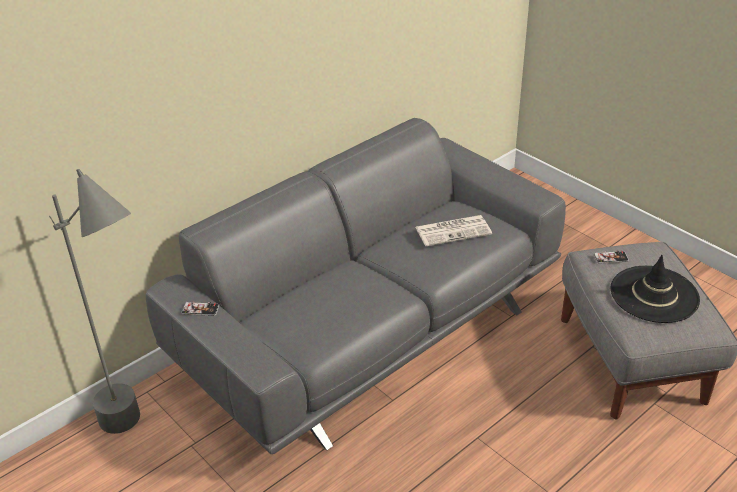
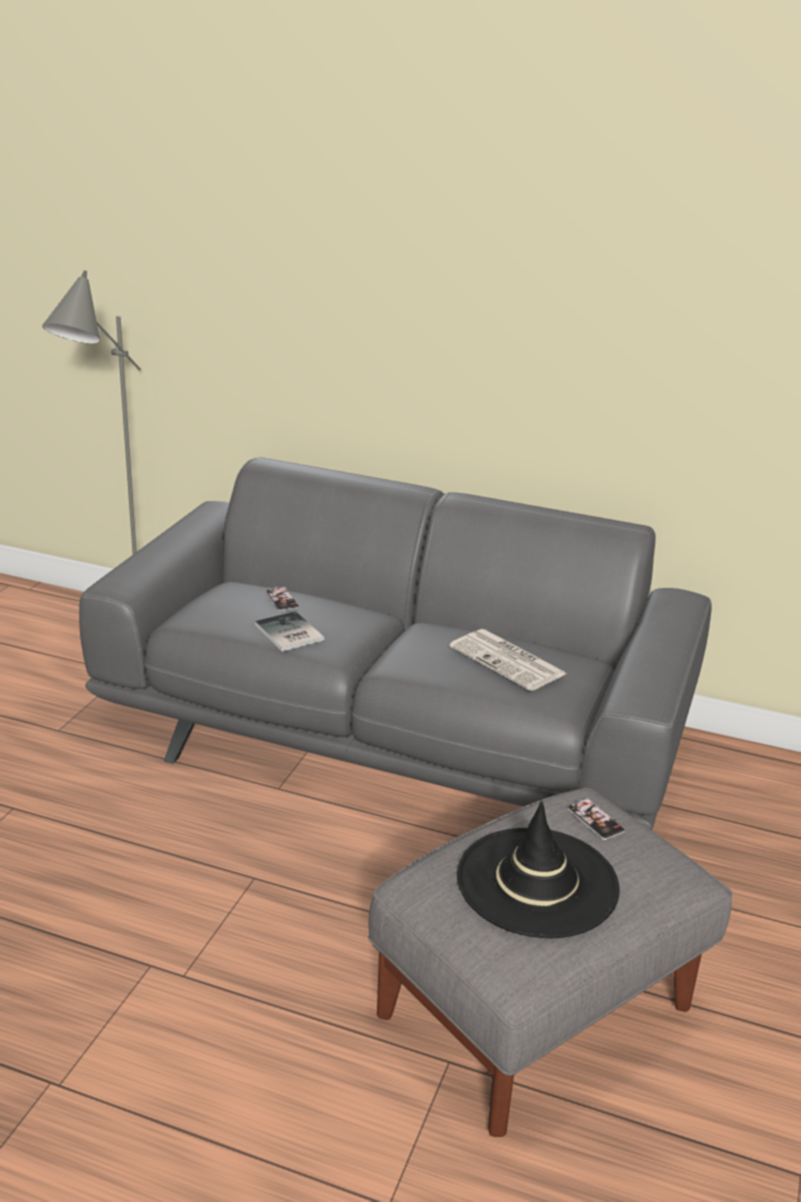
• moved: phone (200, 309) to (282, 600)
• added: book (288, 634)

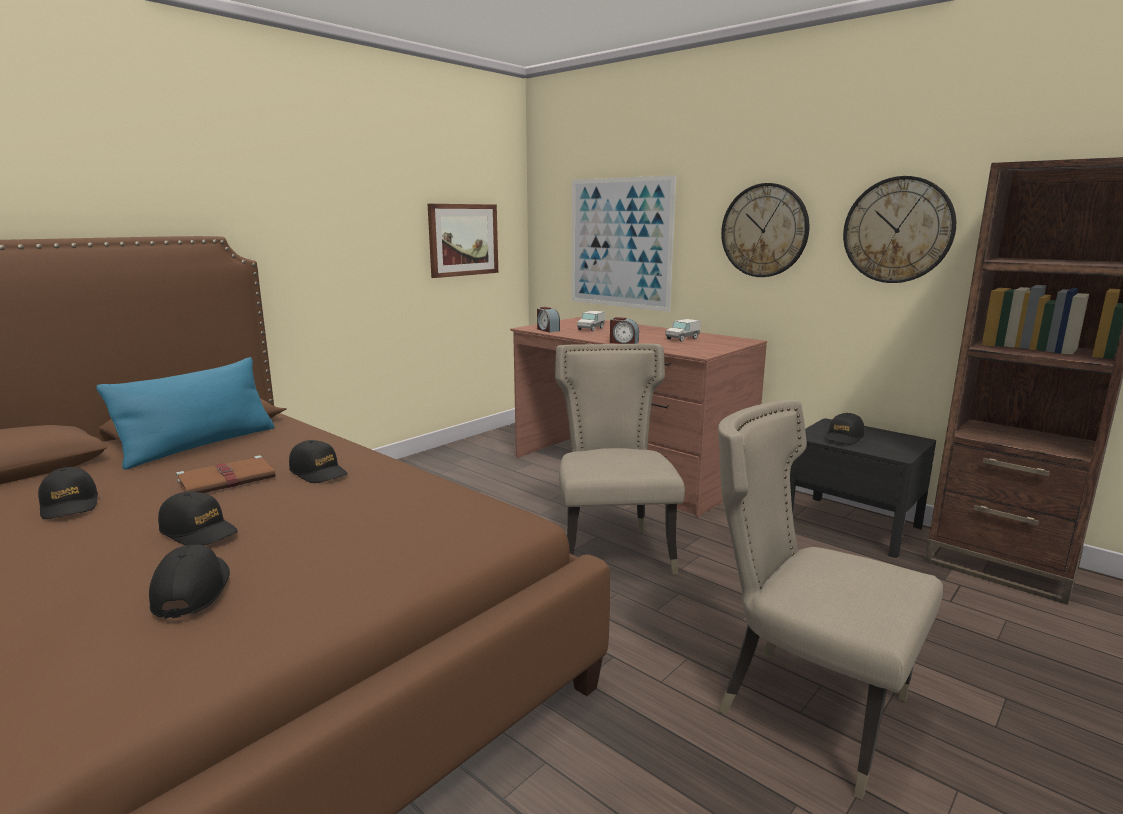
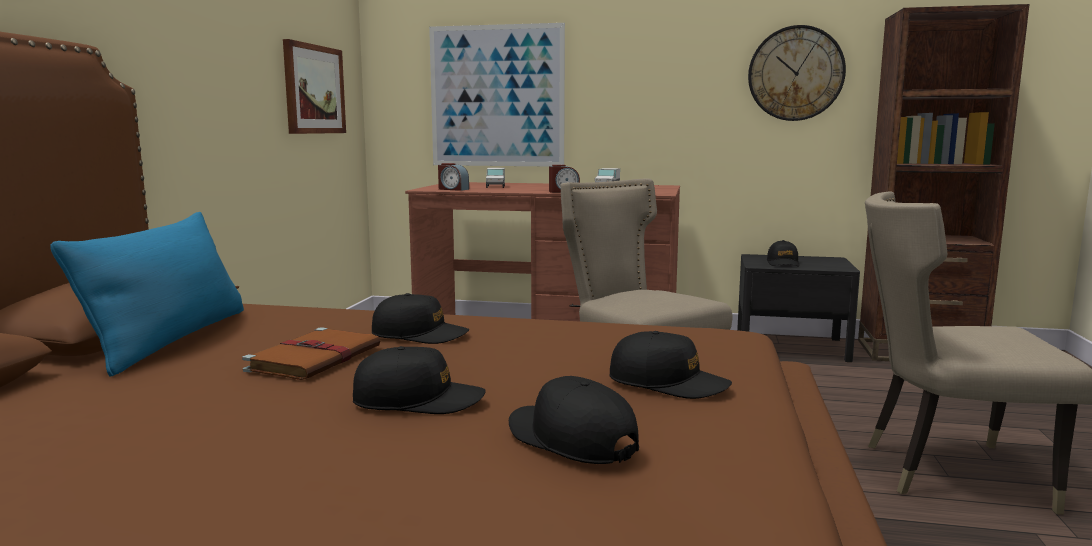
• moved: black cap (70, 505) to (668, 383)
• removed: wall clock (764, 230)

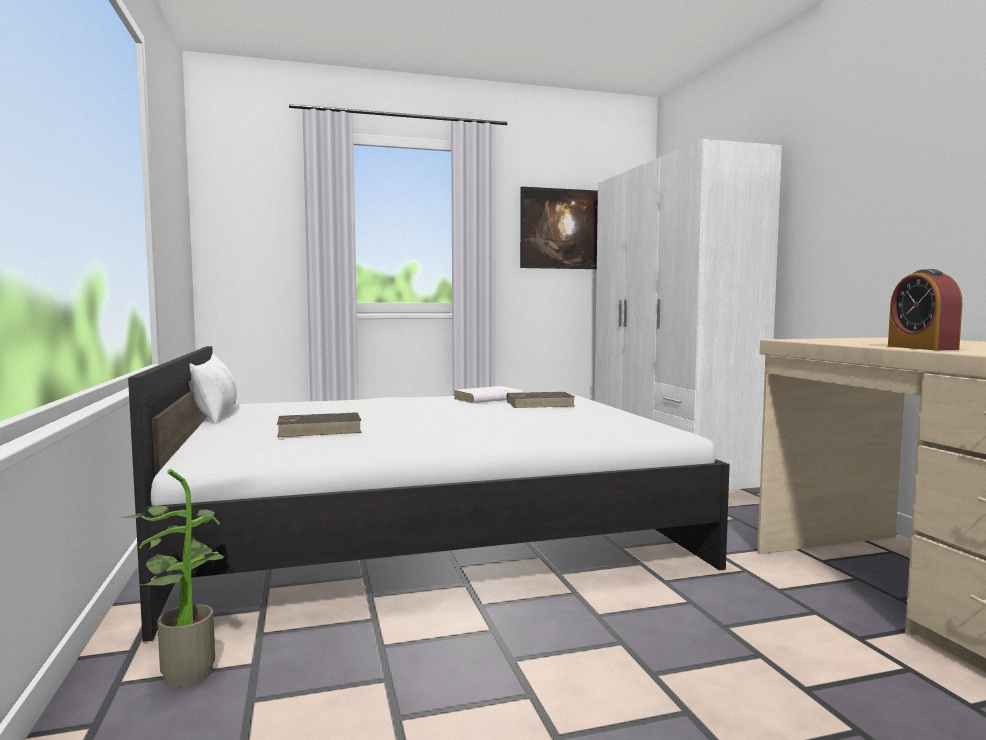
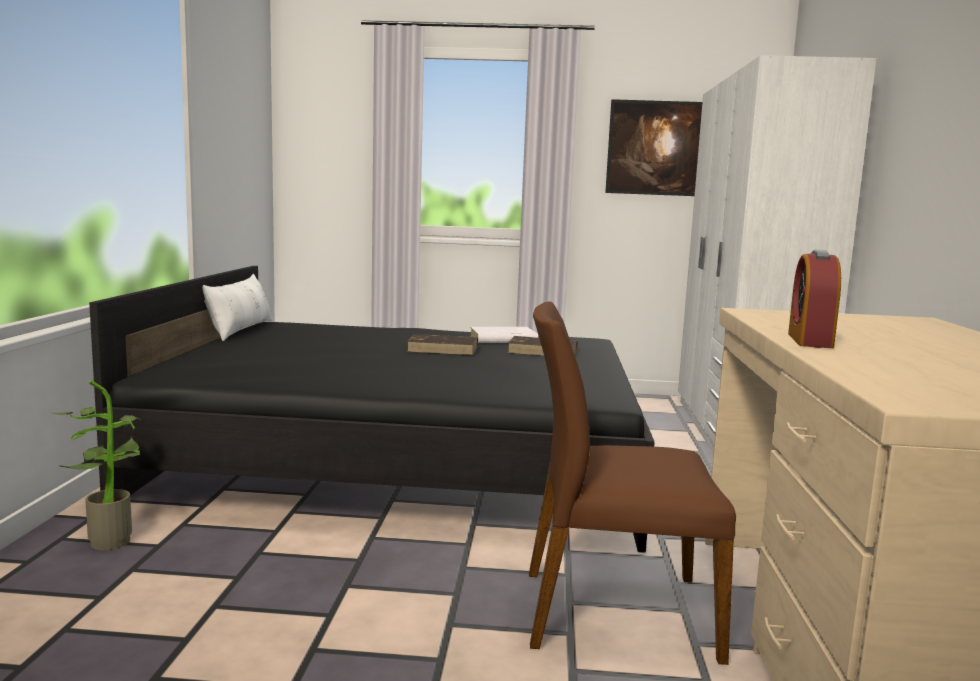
• recoloured: white bed (428, 528) to black bed (404, 462)
• moved: brown book (320, 429) to (443, 349)
• added: brown chair (614, 612)

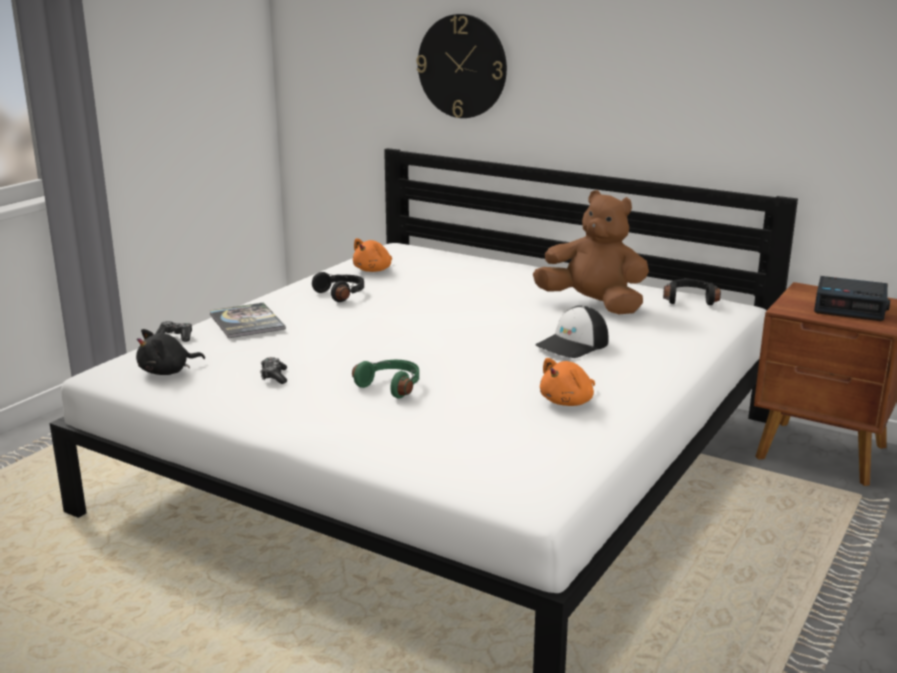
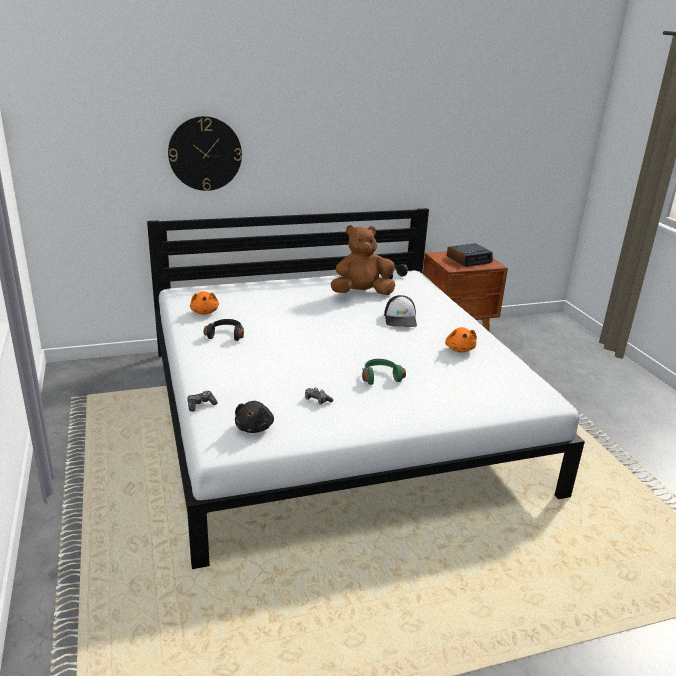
• removed: book (246, 322)

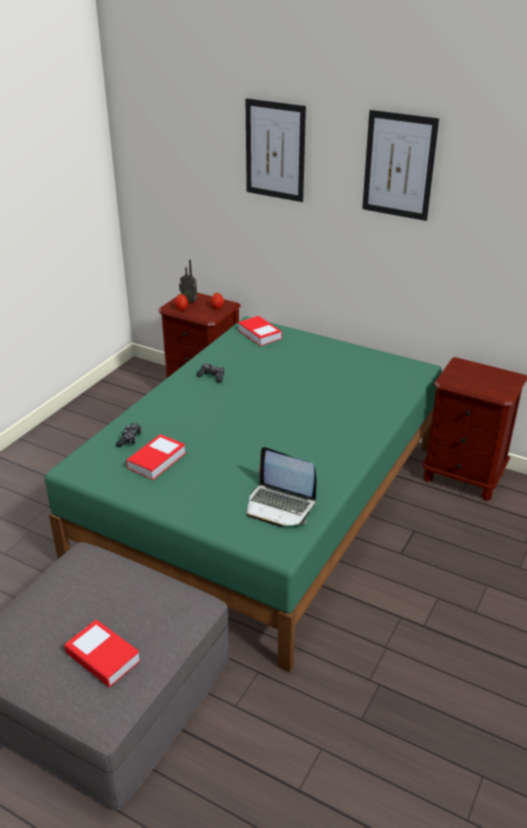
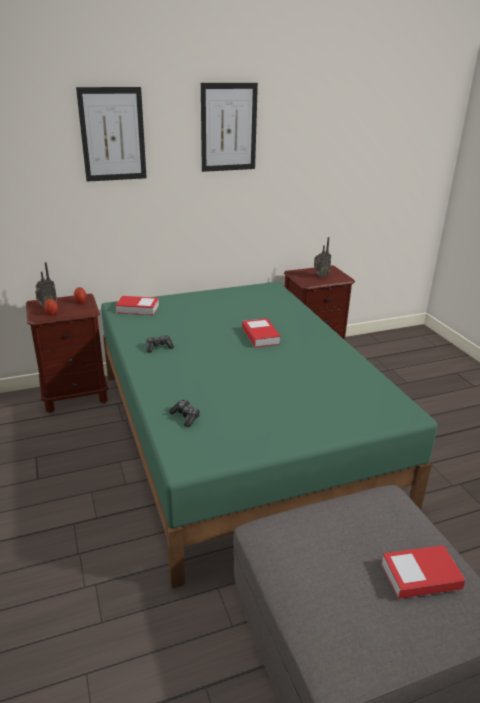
• moved: book (156, 461) to (260, 336)
• removed: laptop (280, 505)
• added: radio (320, 276)

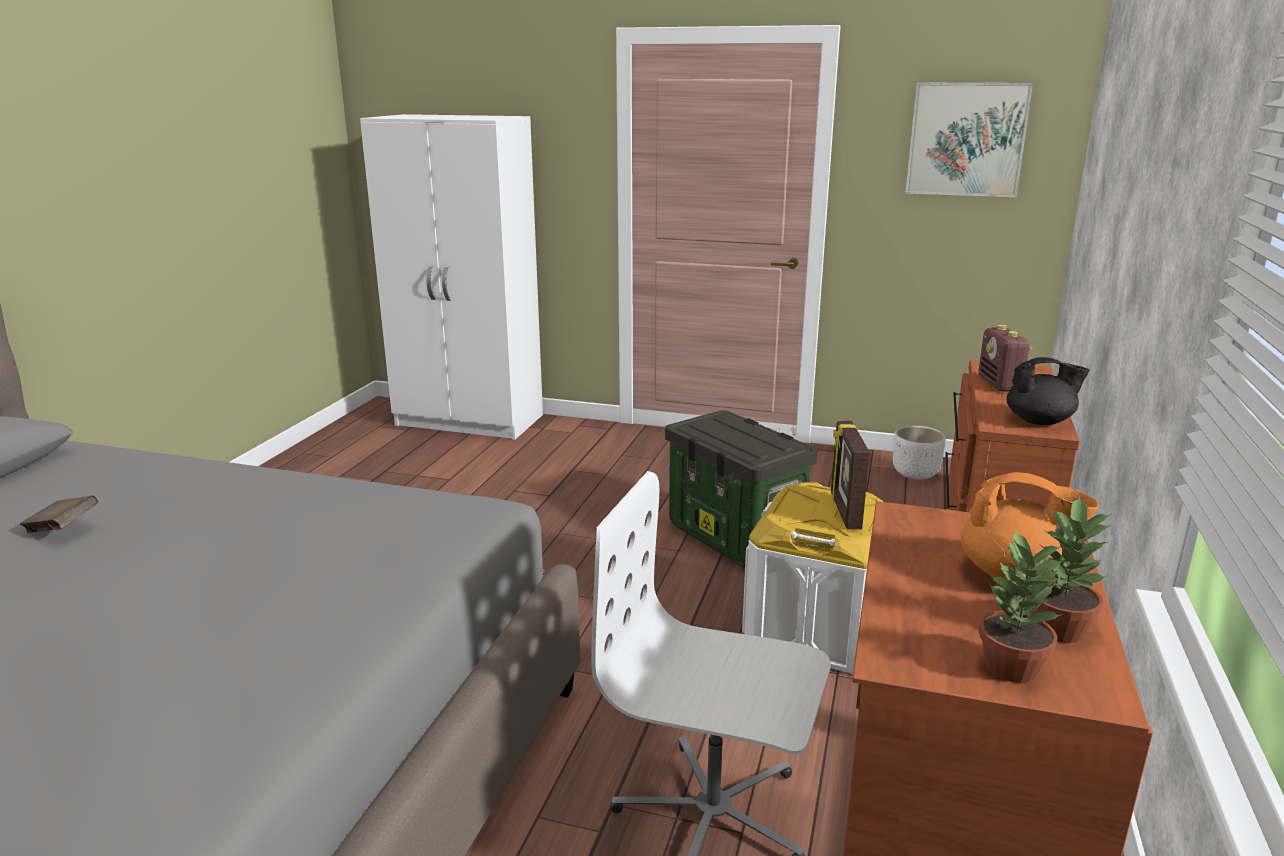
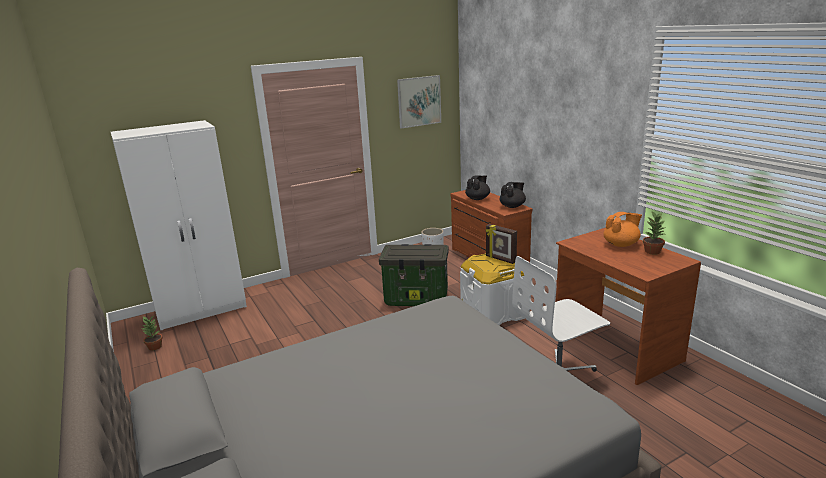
• removed: brown book (63, 529)
• replaced: radio (999, 385) to black teapot (478, 198)
• moved: potted plant (1010, 666) to (154, 347)

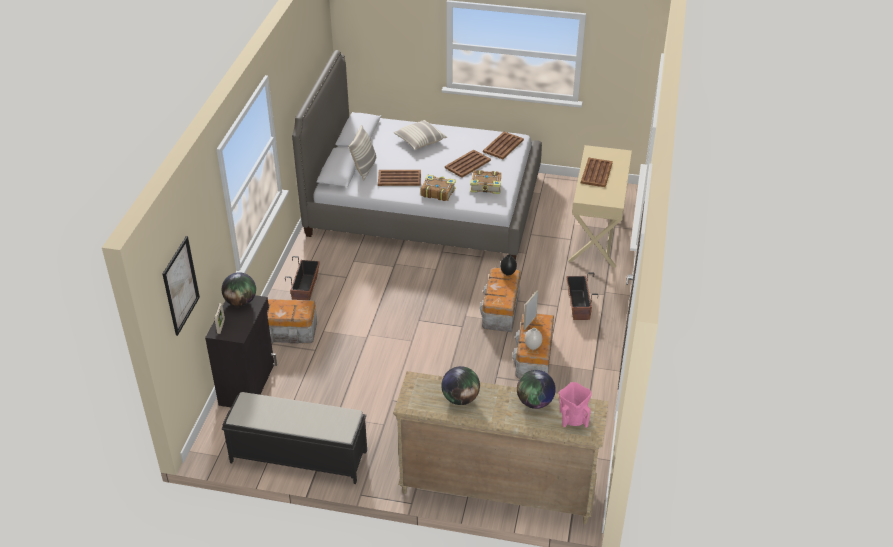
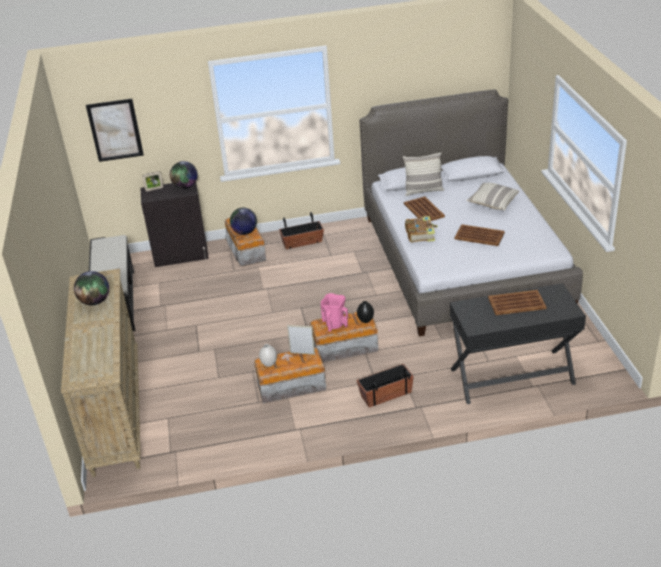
• removed: book (486, 186)
• removed: brown tray (503, 146)
• moved: globe (535, 402) to (244, 232)
• moved: pink vase (573, 418) to (335, 324)
• recoloured: beige desk (597, 235) to black desk (512, 377)

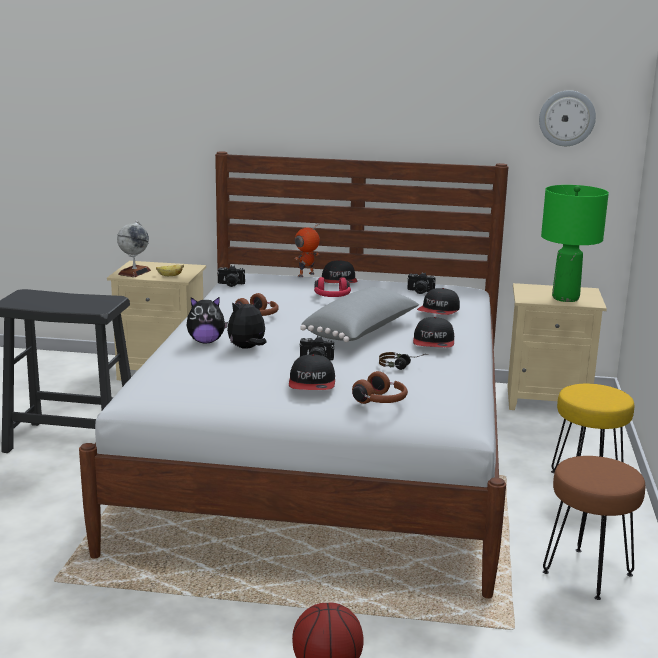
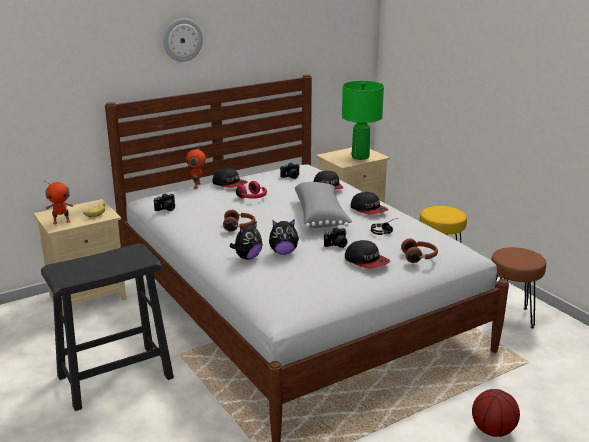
• replaced: globe (134, 272) to toy robot (61, 222)
• turned: plush toy (247, 348) = (283, 252) 120 degrees counterclockwise
• moved: wall clock (567, 118) to (182, 40)

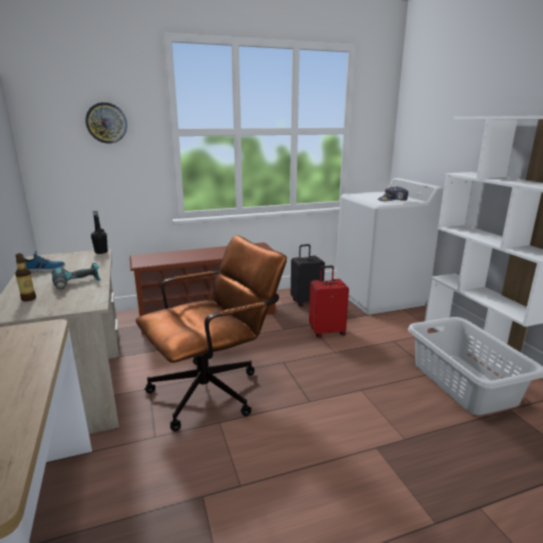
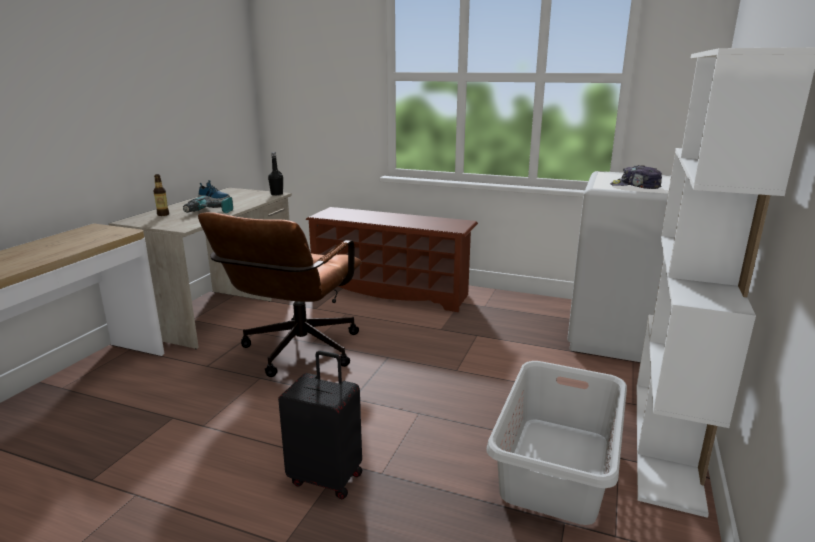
• removed: wall clock (106, 123)
• turned: brown office chair (215, 389) = (296, 353) 105 degrees clockwise
• moved: black suitcase (306, 301) to (327, 477)
• removed: red suitcase (327, 331)

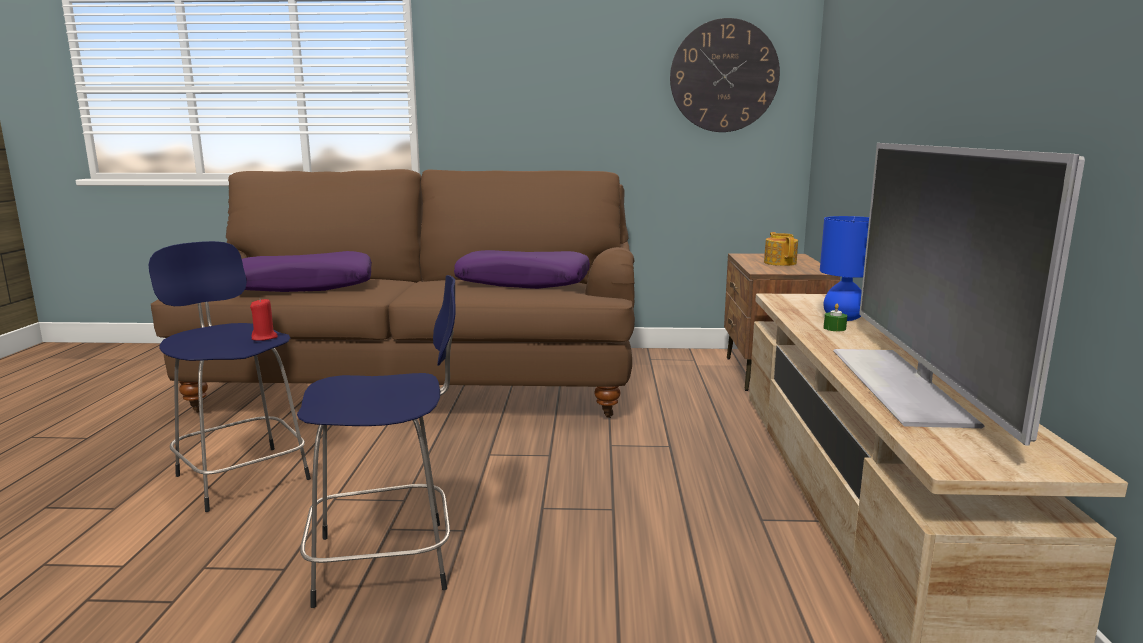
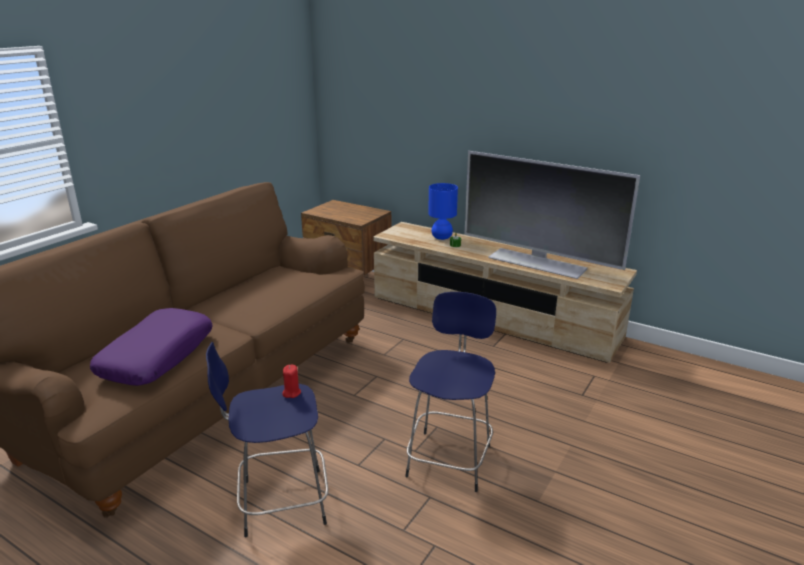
• removed: purple pillow (523, 282)
• removed: wall clock (724, 76)
• removed: teapot (780, 262)

